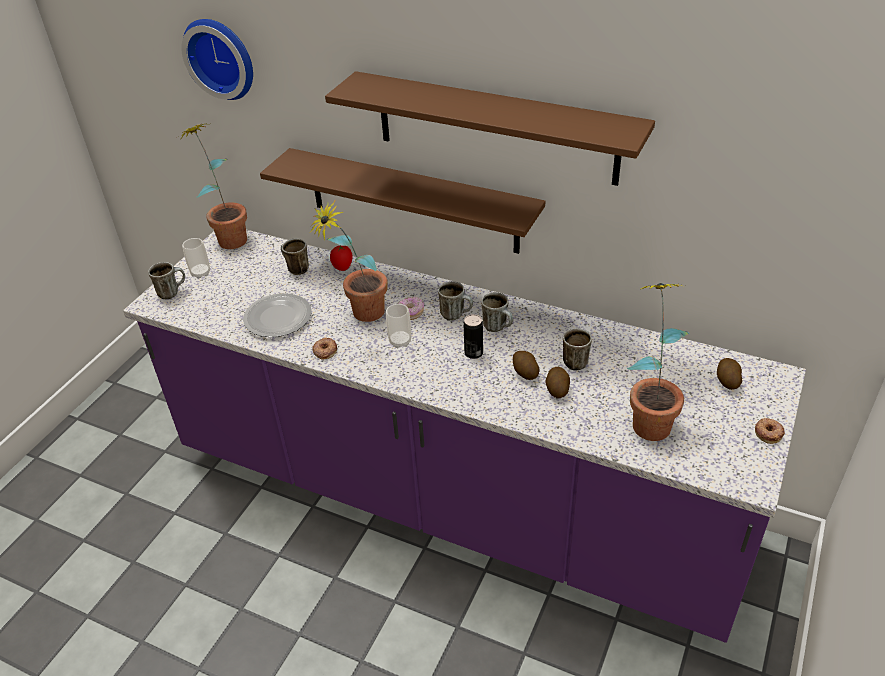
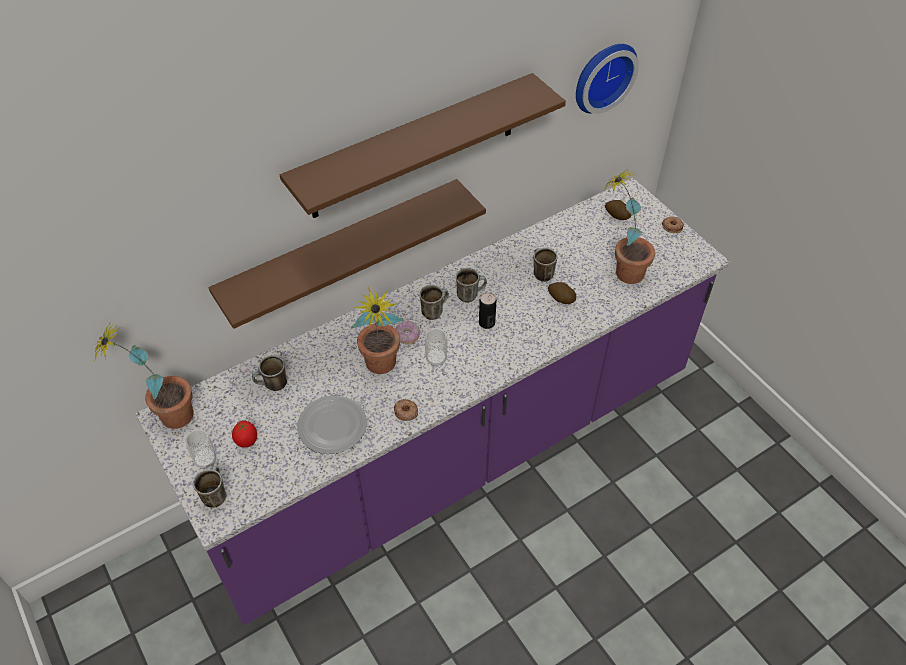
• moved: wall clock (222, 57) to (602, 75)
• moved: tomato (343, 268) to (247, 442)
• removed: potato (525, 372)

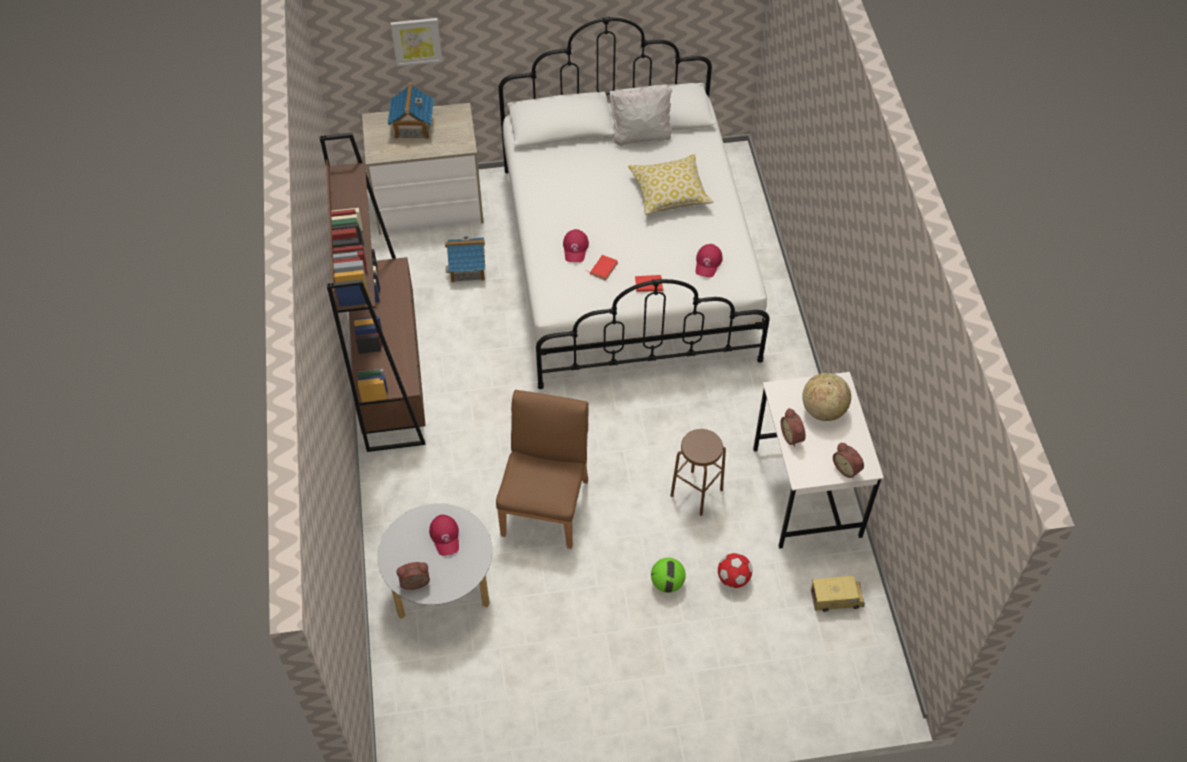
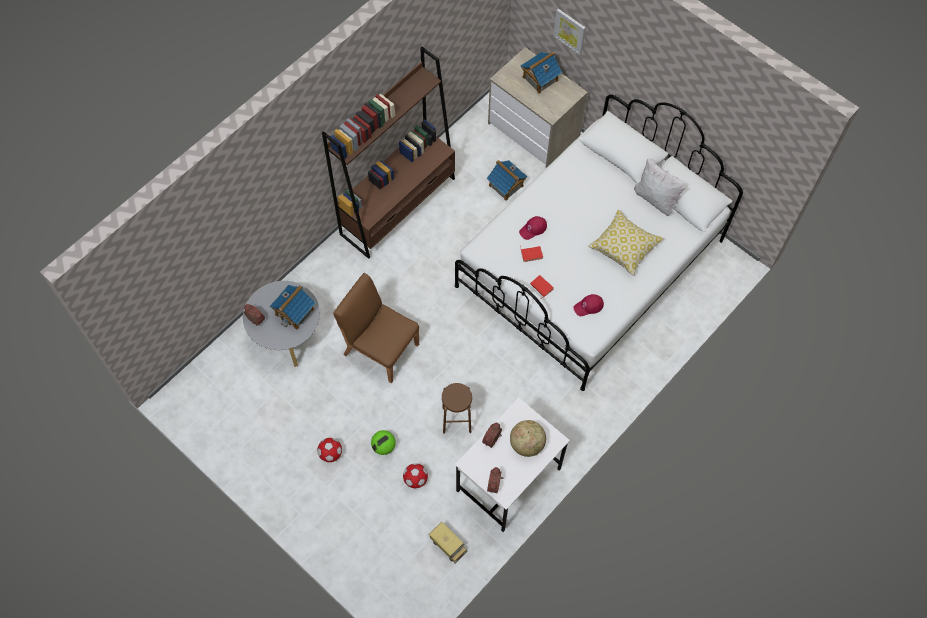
• replaced: red cap (445, 536) to toy house (295, 312)
• turned: brown chair (546, 506) = (380, 348) 120 degrees counterclockwise
• added: football (330, 453)

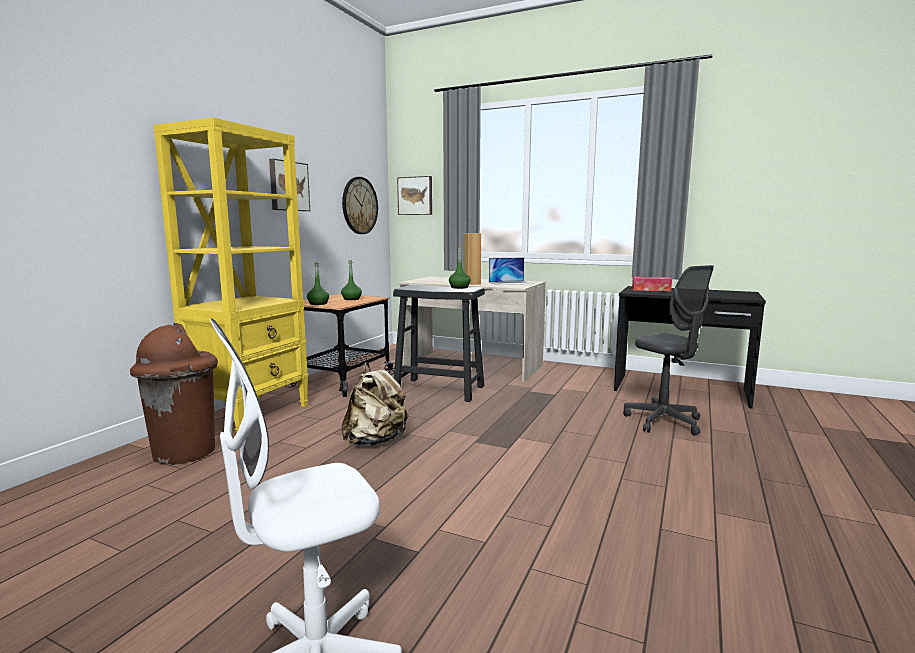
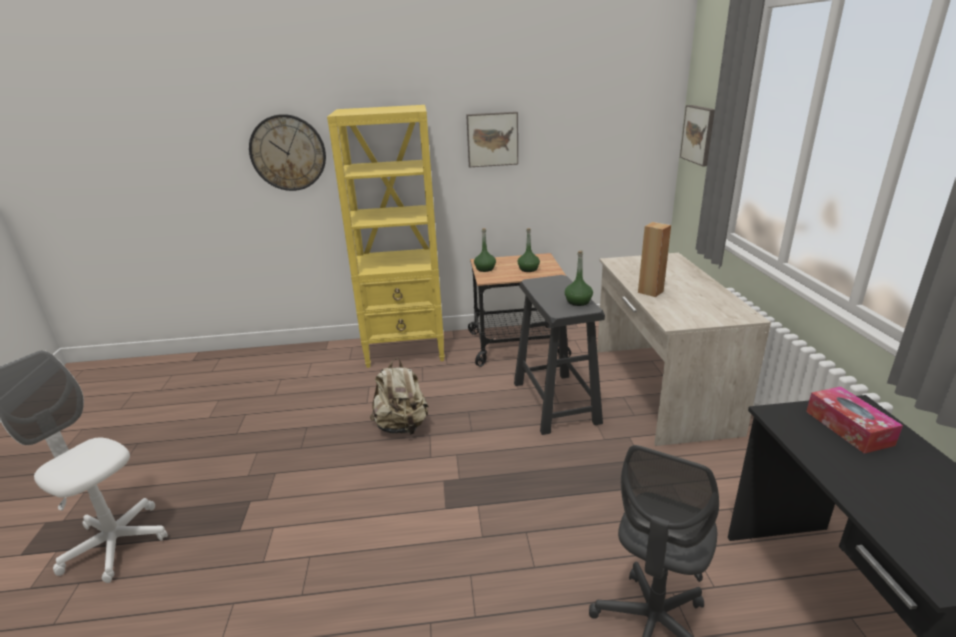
• removed: brown trash can (184, 452)
• moved: wall clock (359, 205) to (288, 153)
• removed: laptop (511, 283)

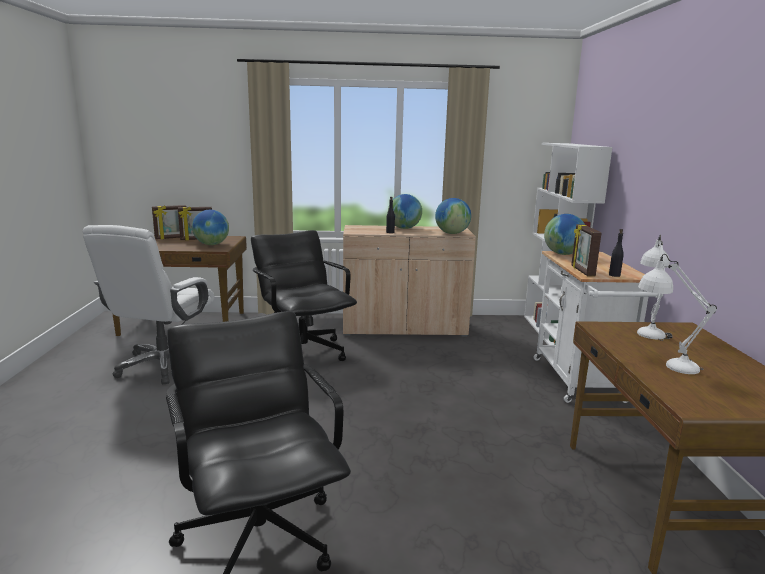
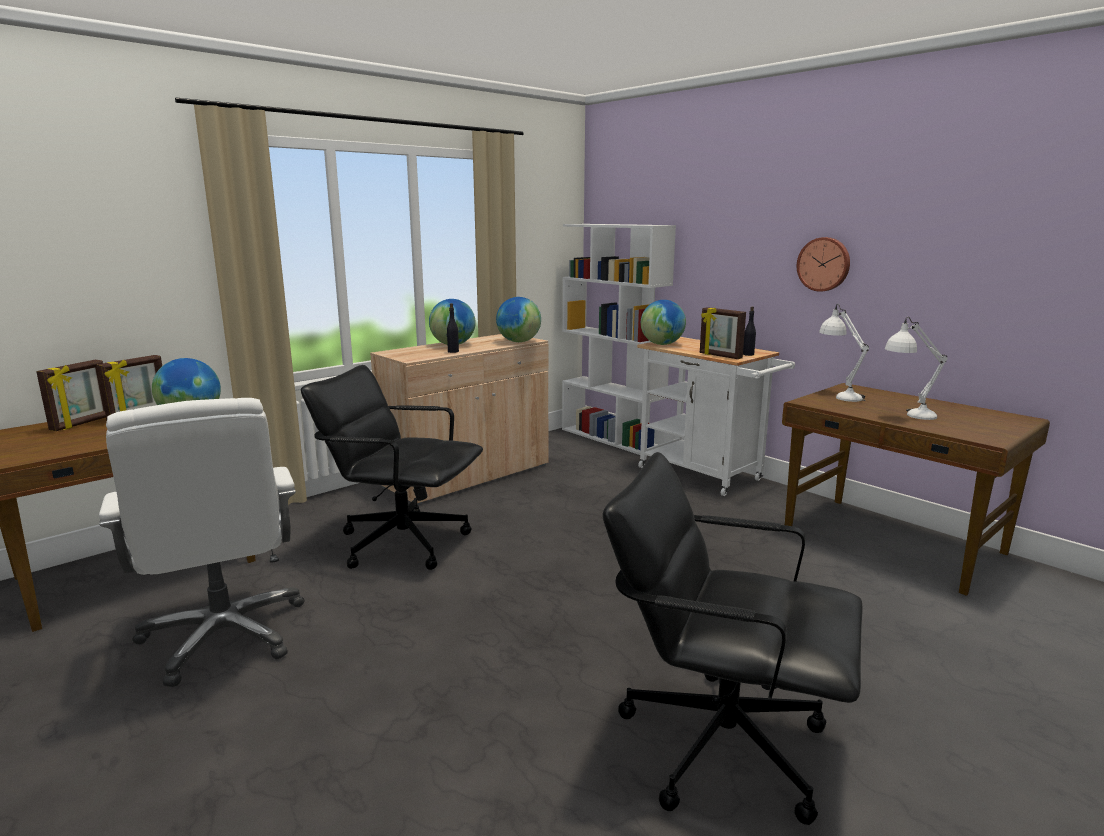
• added: wall clock (824, 264)

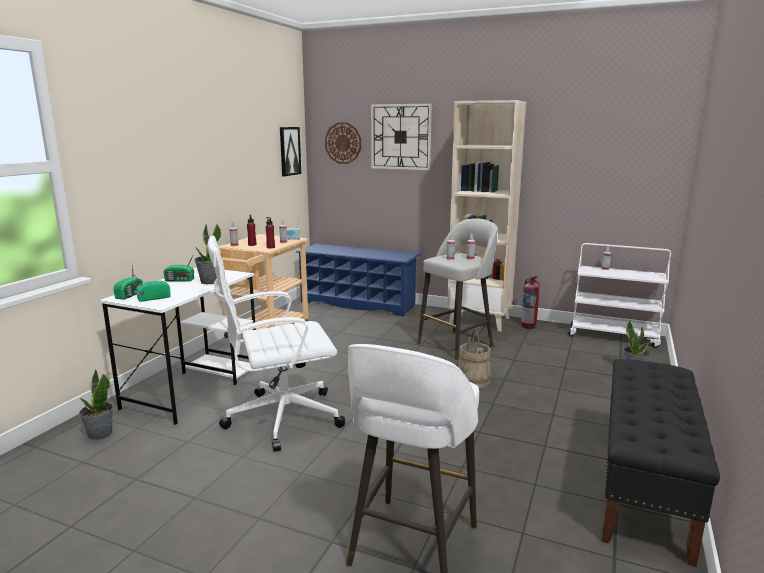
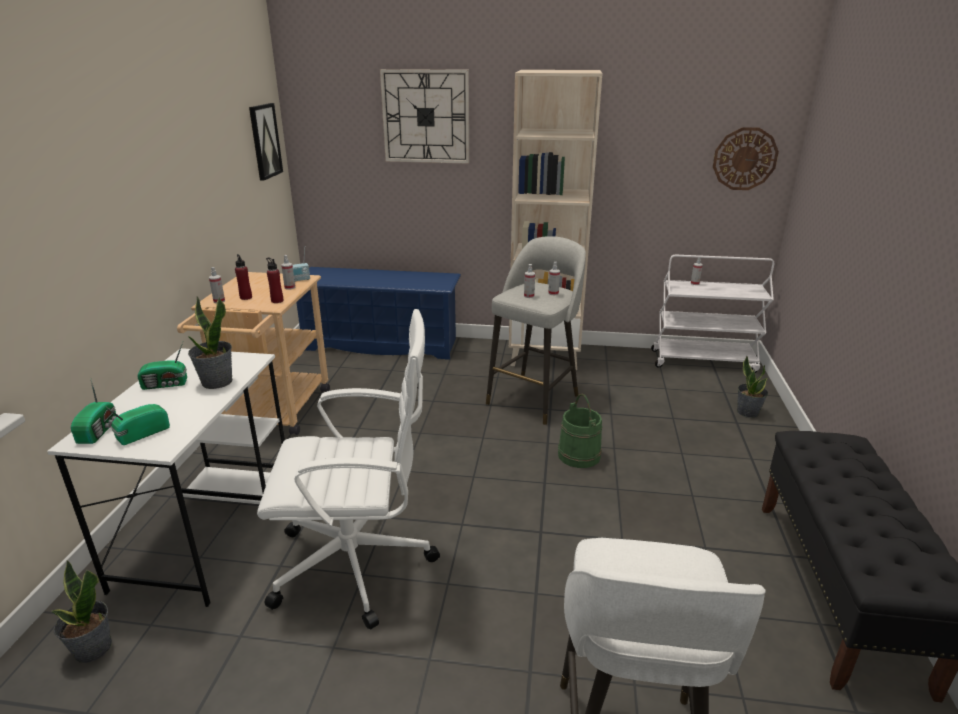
• turned: white office chair (280, 418) = (358, 564) 150 degrees counterclockwise
• moved: wall clock (343, 143) to (744, 159)
• recoloured: beige bucket (473, 380) to green bucket (579, 455)
• removed: fire extinguisher (528, 326)

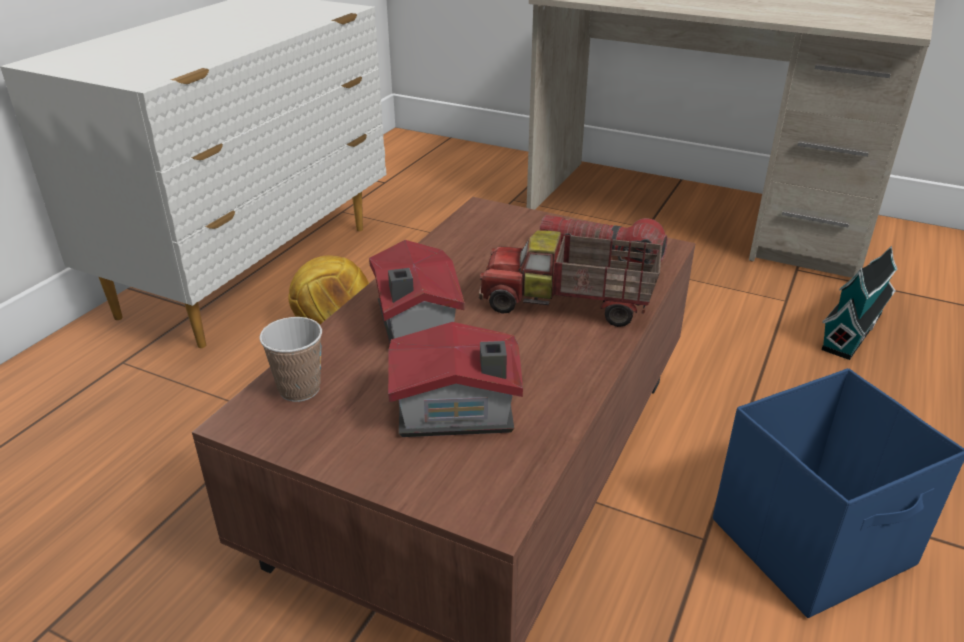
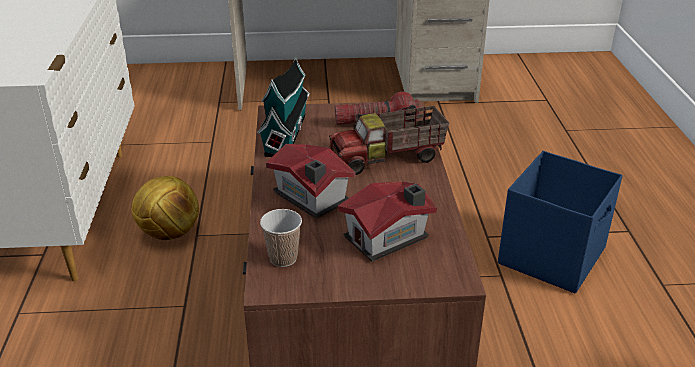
• moved: toy house (853, 329) to (286, 133)

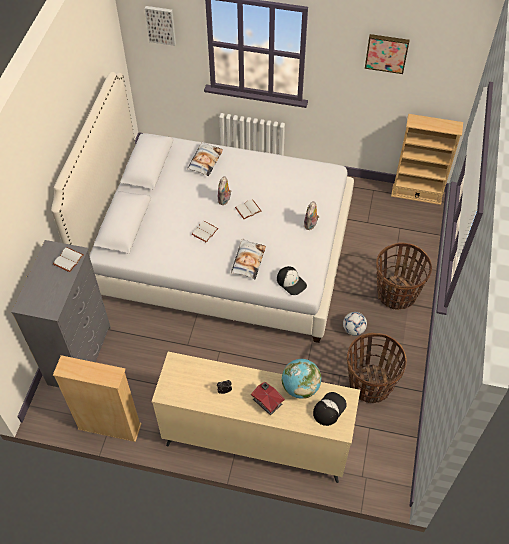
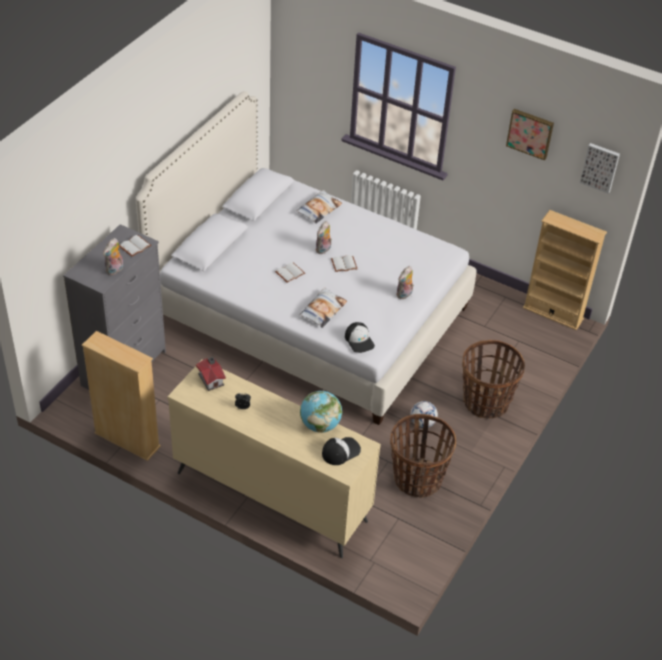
• moved: picture (161, 24) to (600, 167)
• moved: toy house (267, 401) to (211, 379)
• added: plush toy (115, 270)

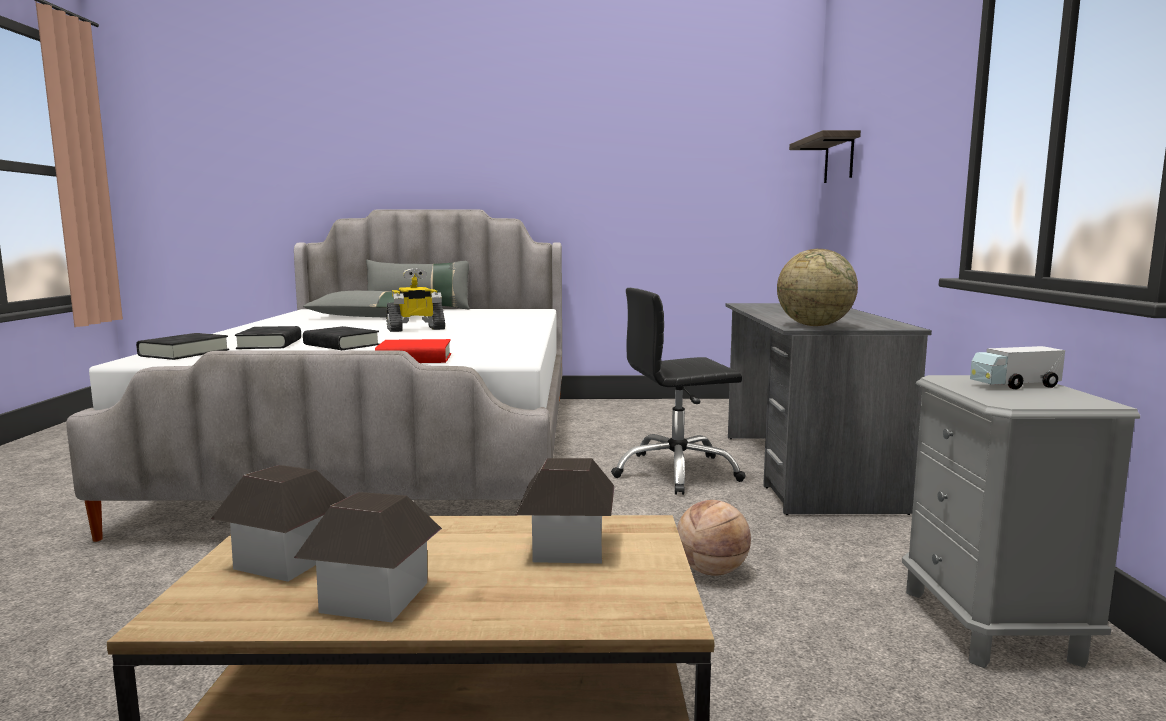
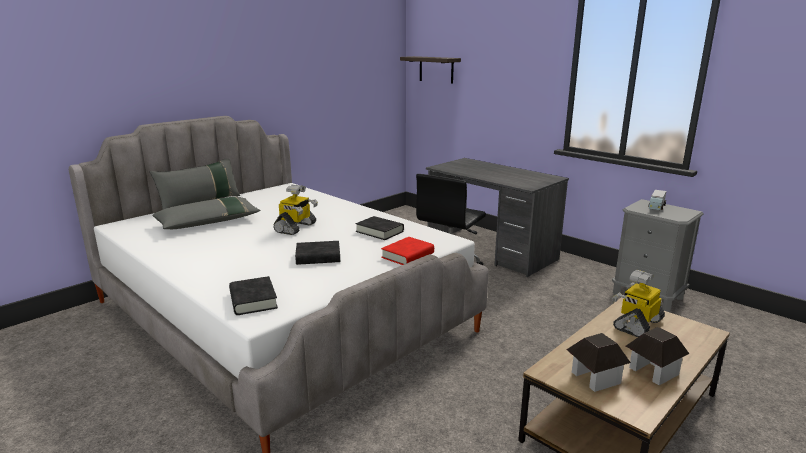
• moved: black book (270, 344) to (379, 231)
• replaced: toy house (567, 547) to toy robot (637, 324)
• removed: basketball (711, 571)
• removed: globe (814, 325)

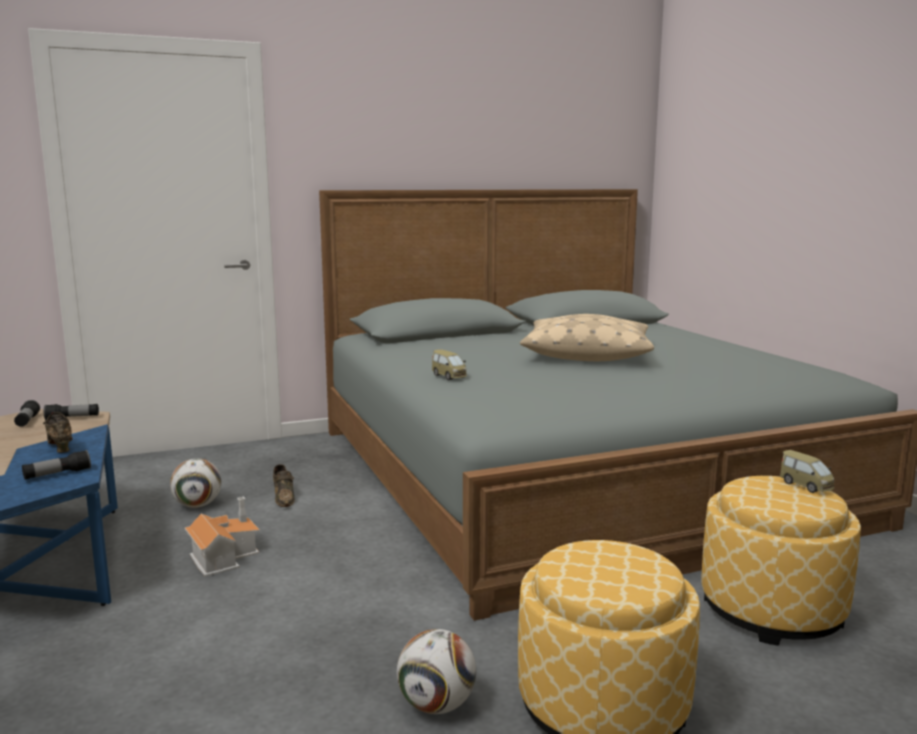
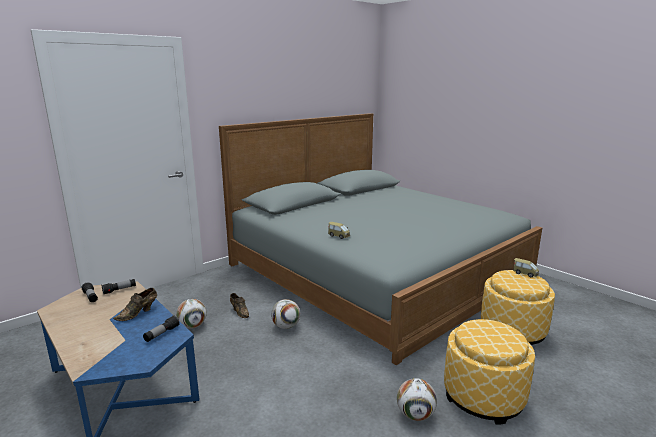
• turned: brown shoe (61, 447) = (139, 313) 90 degrees counterclockwise
• removed: toy house (223, 556)
• removed: beige pillow (586, 354)
• added: football (286, 326)

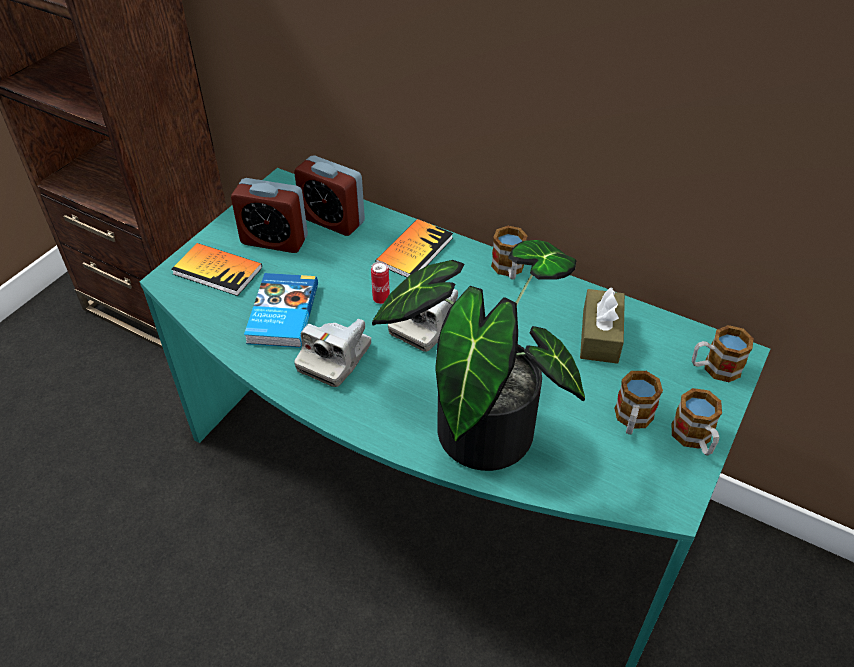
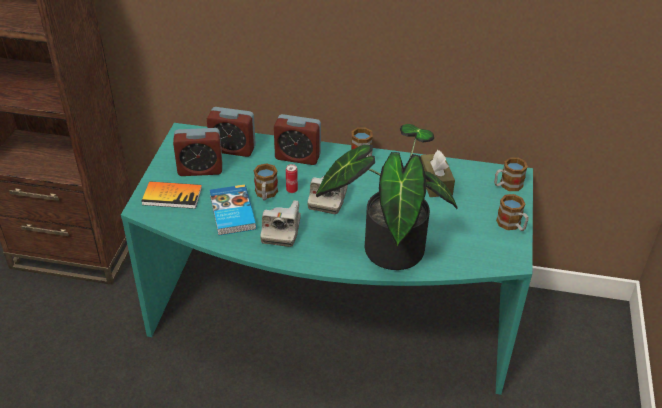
• replaced: book (414, 251) to alarm clock (297, 157)
• moved: mug (632, 420) to (266, 194)

